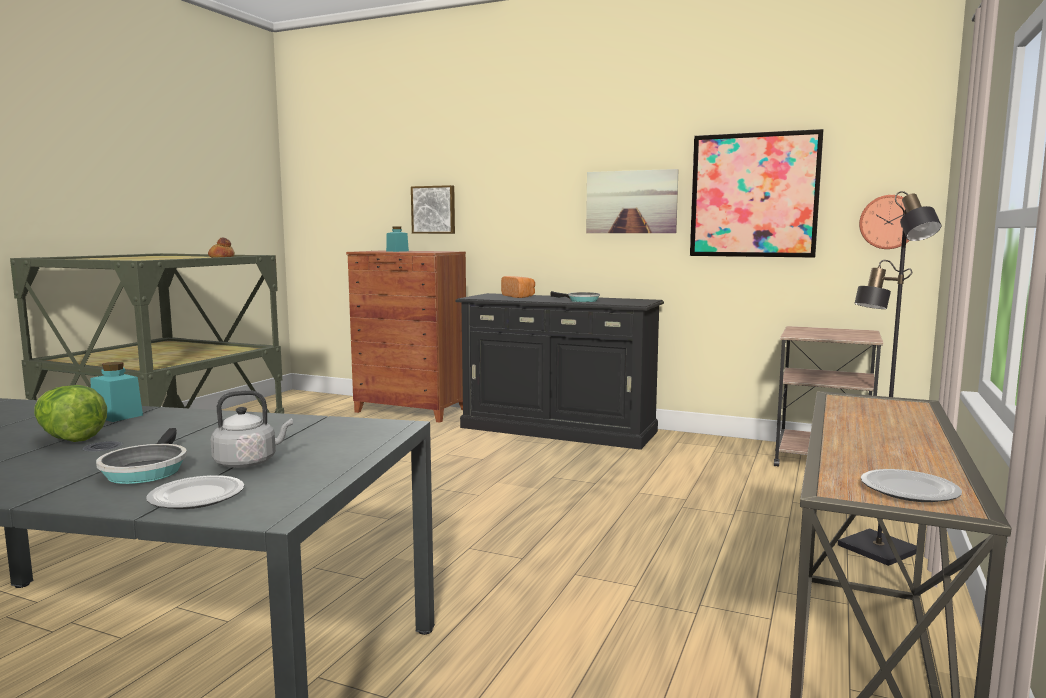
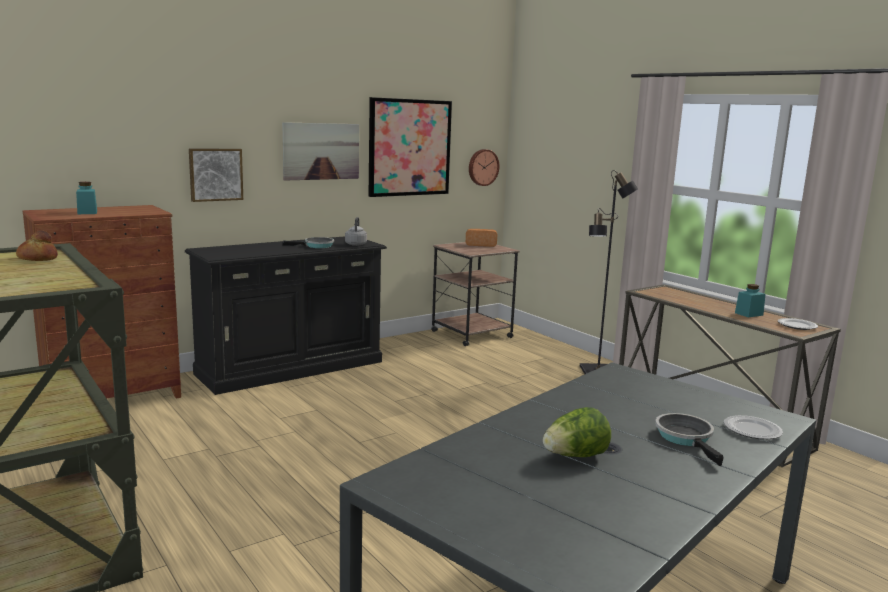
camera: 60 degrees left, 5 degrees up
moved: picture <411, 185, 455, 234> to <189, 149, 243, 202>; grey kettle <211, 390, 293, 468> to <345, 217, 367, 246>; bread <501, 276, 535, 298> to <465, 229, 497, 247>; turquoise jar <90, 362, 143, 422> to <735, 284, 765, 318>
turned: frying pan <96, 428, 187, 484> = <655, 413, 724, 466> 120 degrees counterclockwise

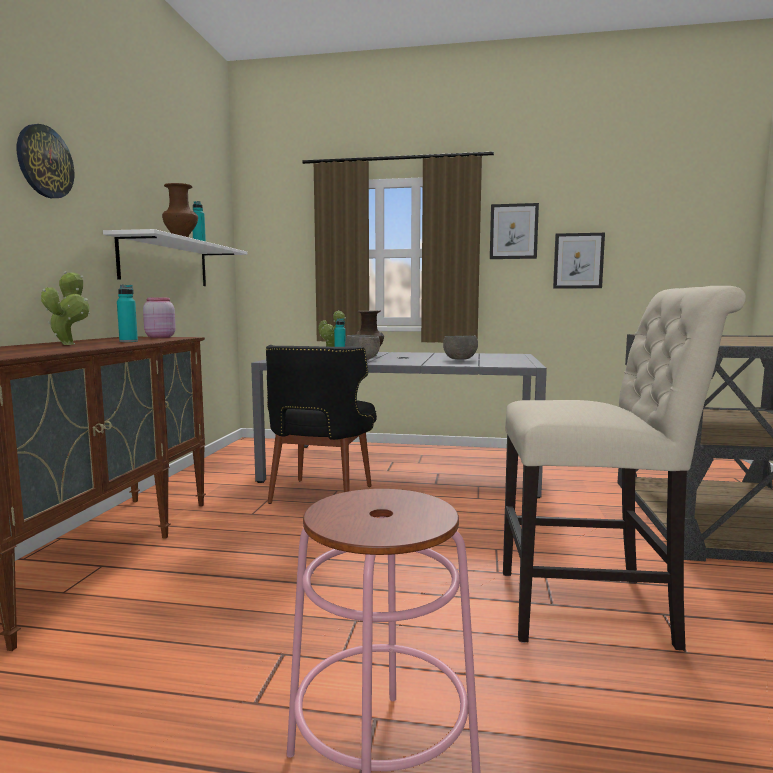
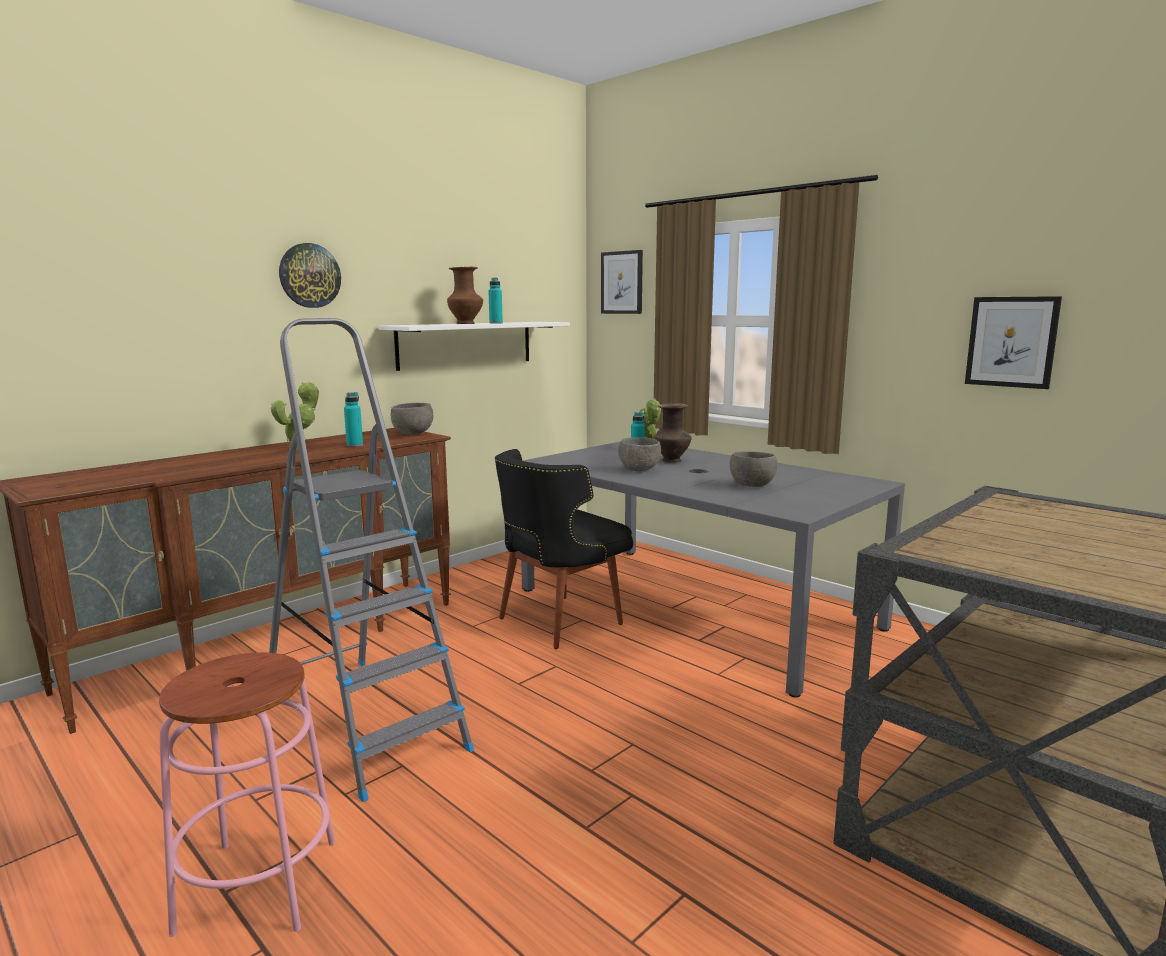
camera: 35 degrees right, 5 degrees up
removed: beige stool <503, 286, 746, 650>
added: grey step ladder <269, 318, 474, 802>
moved: picture <490, 203, 539, 259> to <601, 250, 643, 314>
replaced: pink jar <143, 297, 176, 338> to grey bowl <391, 403, 433, 435>

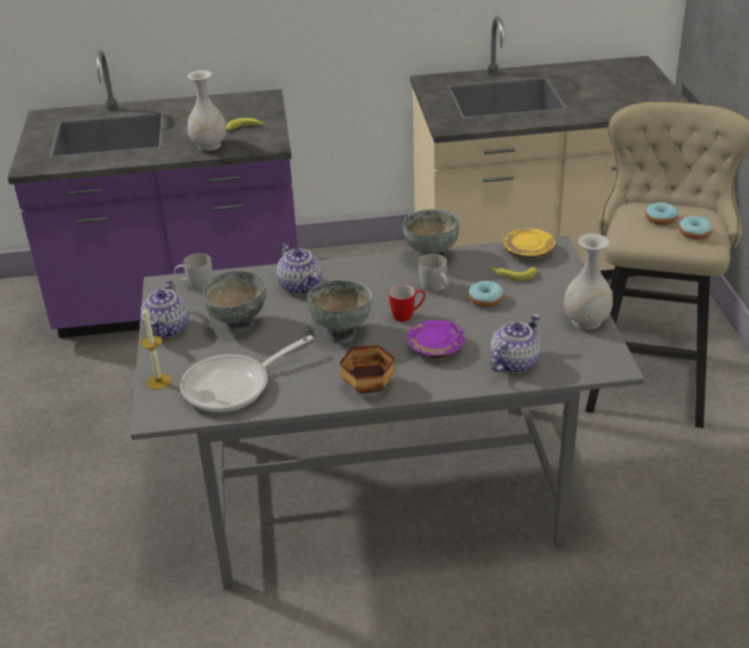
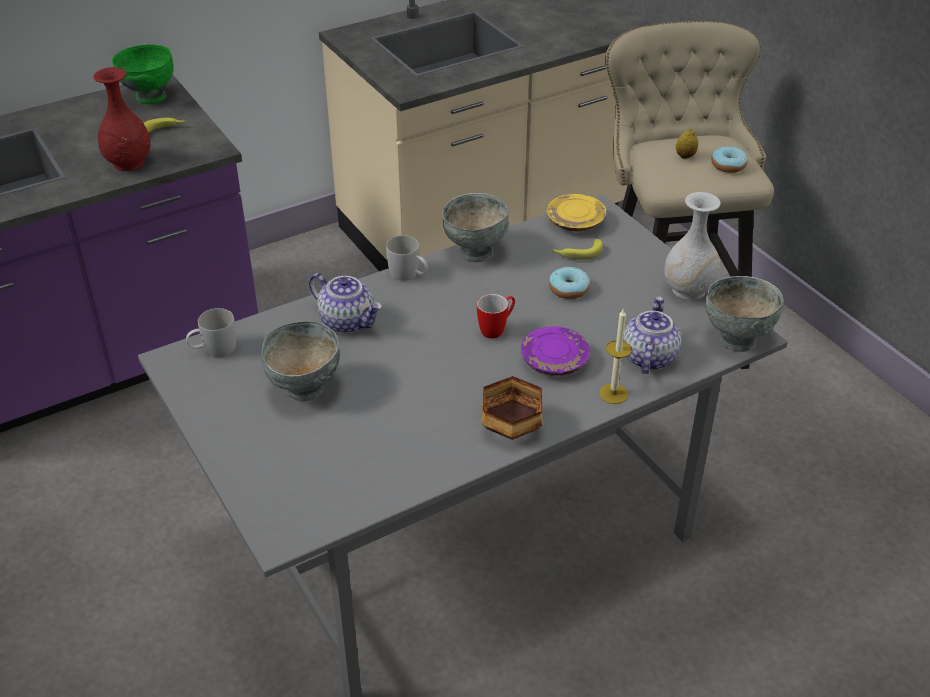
camera: 25 degrees left, 5 degrees up
removed: teapot <141, 281, 189, 338>; frying pan <180, 335, 314, 413>
added: green bowl <112, 44, 174, 104>
moved: white mug <419, 254, 448, 292> to <386, 235, 428, 281>; candle <141, 306, 171, 390> to <599, 308, 632, 404>; grey bowl <307, 280, 372, 343> to <705, 276, 783, 352>
replaced: donut <645, 202, 678, 225> to lemon <676, 129, 698, 159>
recoloured: white vase <187, 70, 227, 151> to red vase <93, 67, 151, 171>

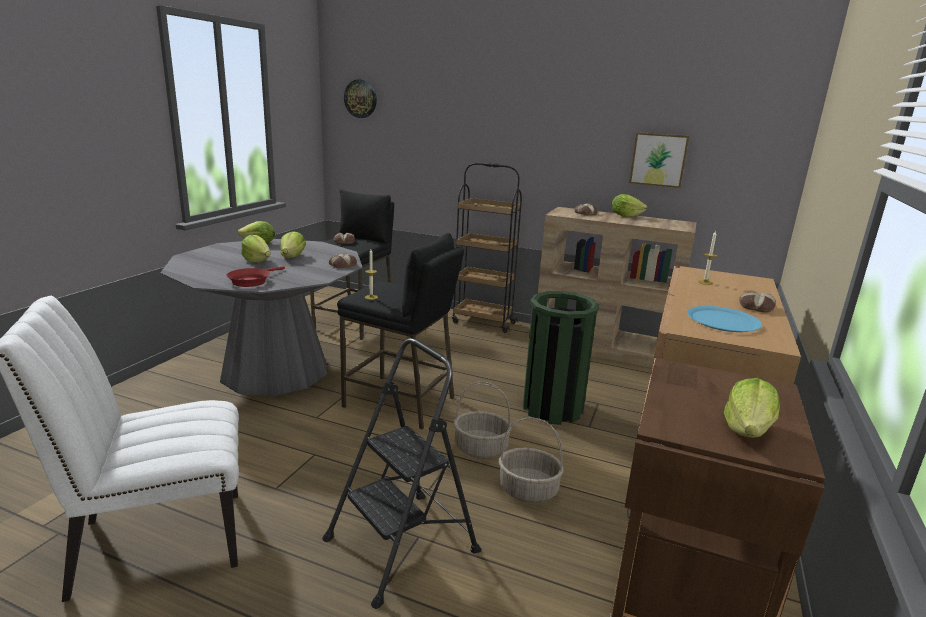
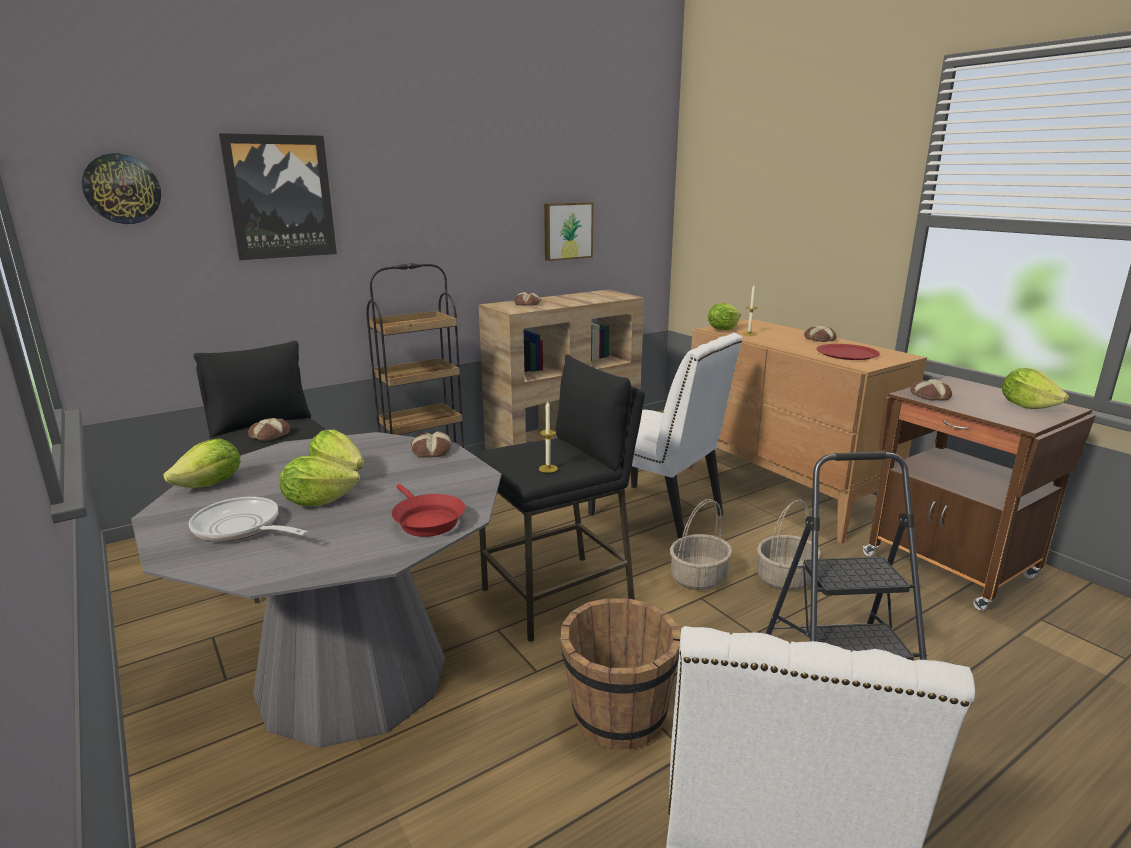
camera: 55 degrees left, 0 degrees up
added: frying pan <189, 497, 308, 542>; picture <219, 133, 337, 260>; brown bucket <560, 598, 681, 749>; bread <910, 379, 952, 401>
moved: lettuce <611, 194, 647, 217> to <708, 303, 741, 330>
replaced: green trash can <523, 291, 599, 425> to white chair <588, 332, 743, 539>
recoloured: blue plate <687, 306, 762, 332> to red plate <816, 344, 880, 360>

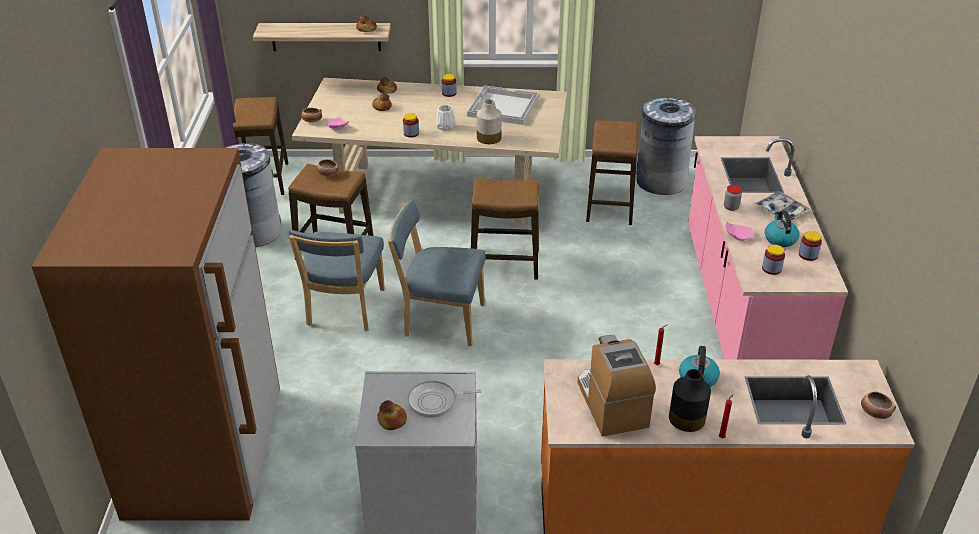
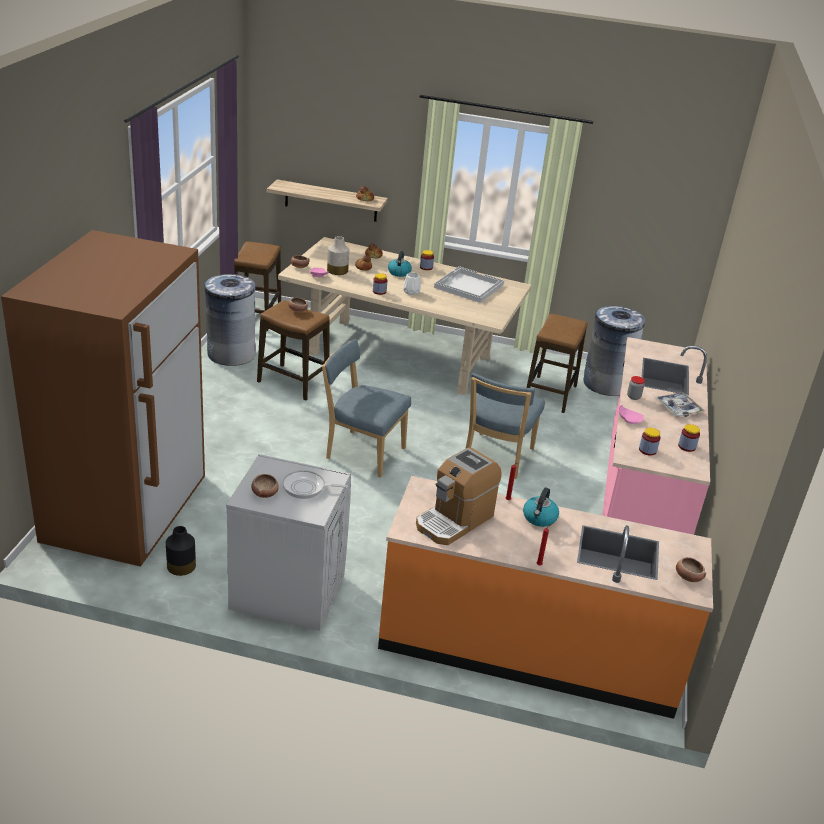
camera: 10 degrees right, 5 degrees down
removed: stool <471, 178, 539, 280>
moved: black vase <669, 369, 711, 432> to <166, 526, 196, 576>; beige vase <477, 99, 502, 144> to <327, 236, 349, 275>; kettle <765, 210, 800, 247> to <388, 251, 412, 277>; blue chair <289, 230, 385, 331> to <465, 373, 545, 479>
replaced: bread <377, 400, 407, 430> to bowl <251, 474, 279, 498>
turned: coffee machine <577, 335, 656, 436> = <416, 448, 502, 545> 135 degrees counterclockwise

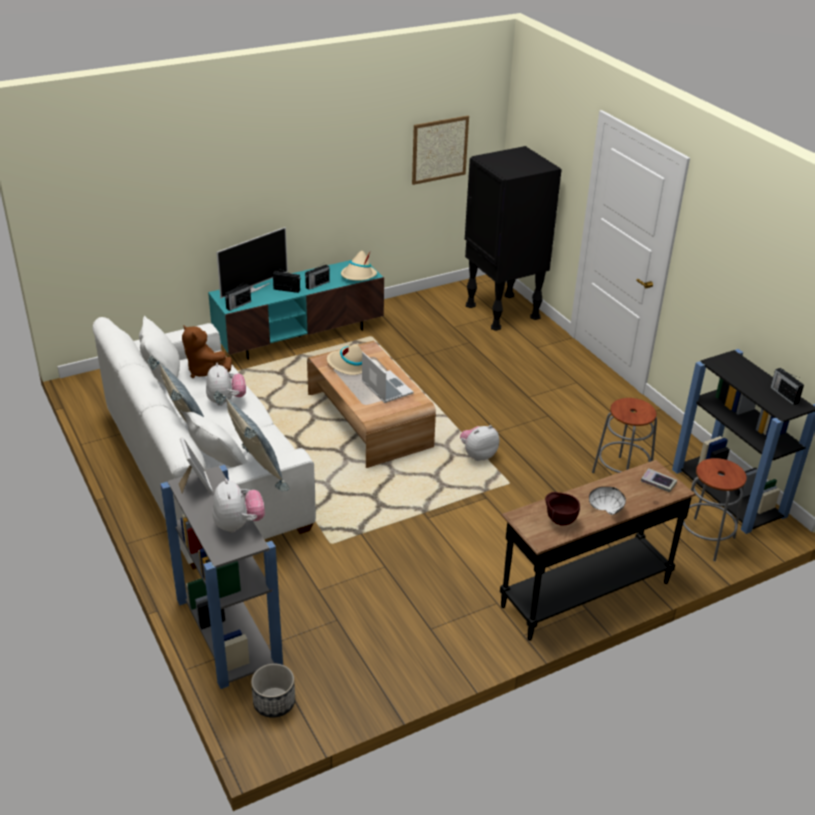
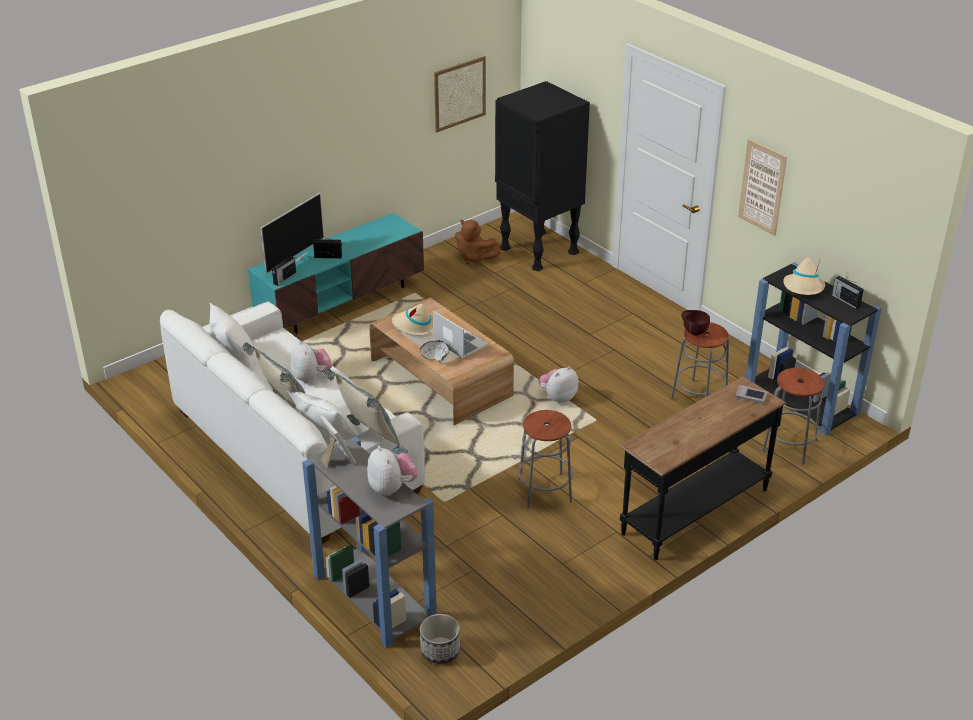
camera: 10 degrees left, 0 degrees up
removed: radio <305, 264, 330, 290>
added: grey stool <518, 410, 573, 508>; picture <738, 139, 787, 236>
moved: white bowl <589, 487, 626, 515> to <420, 340, 449, 362>; brown plush toy <182, 325, 232, 378> to <455, 220, 501, 264>; brown bowl <545, 492, 580, 525> to <681, 310, 710, 336>; beige hat <341, 251, 377, 281> to <783, 258, 825, 295>

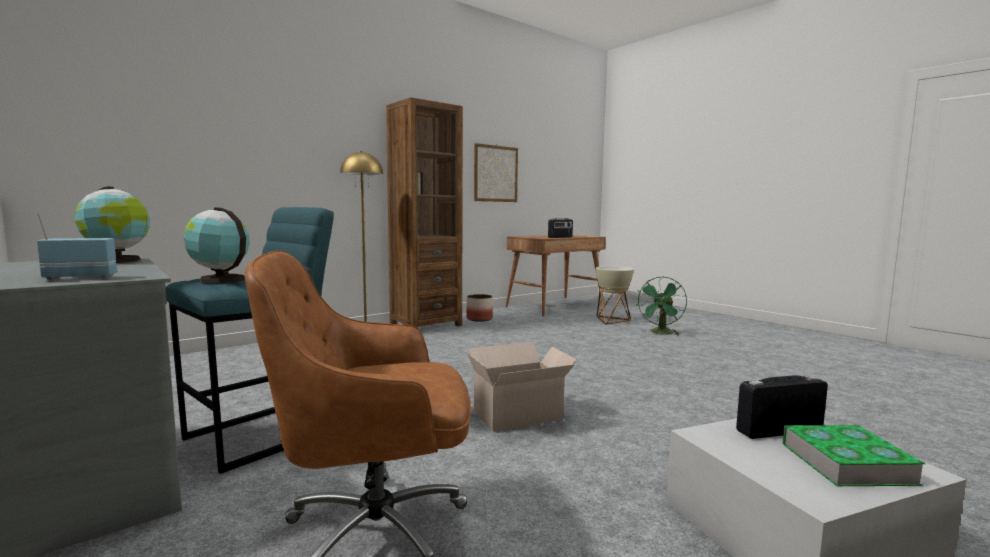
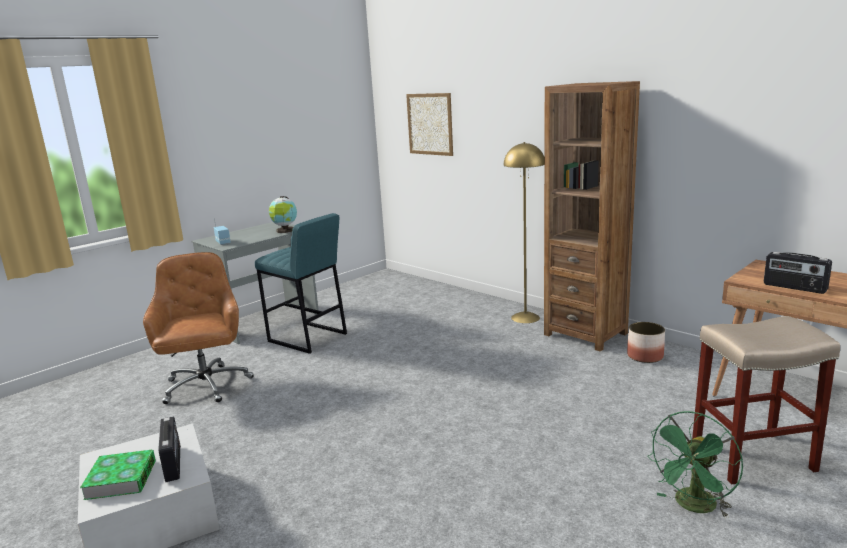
camera: 85 degrees right, 10 degrees up
removed: globe <184, 207, 250, 283>; cardboard box <467, 342, 576, 432>
moved: picture <474, 143, 518, 202> to <406, 92, 453, 156>
replaced: planter <596, 266, 634, 324> to beige stool <692, 316, 840, 484>
turned: green fan <636, 276, 687, 336> = <647, 411, 743, 518> 75 degrees counterclockwise

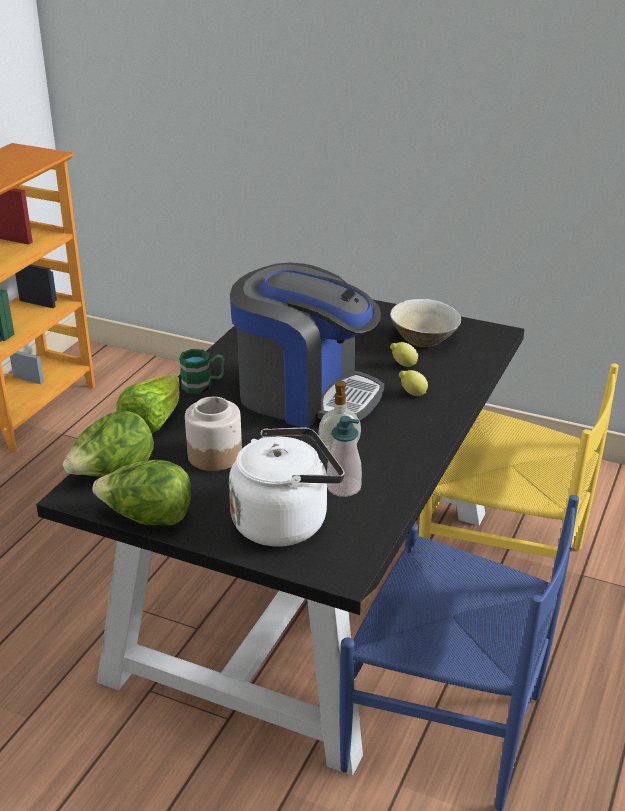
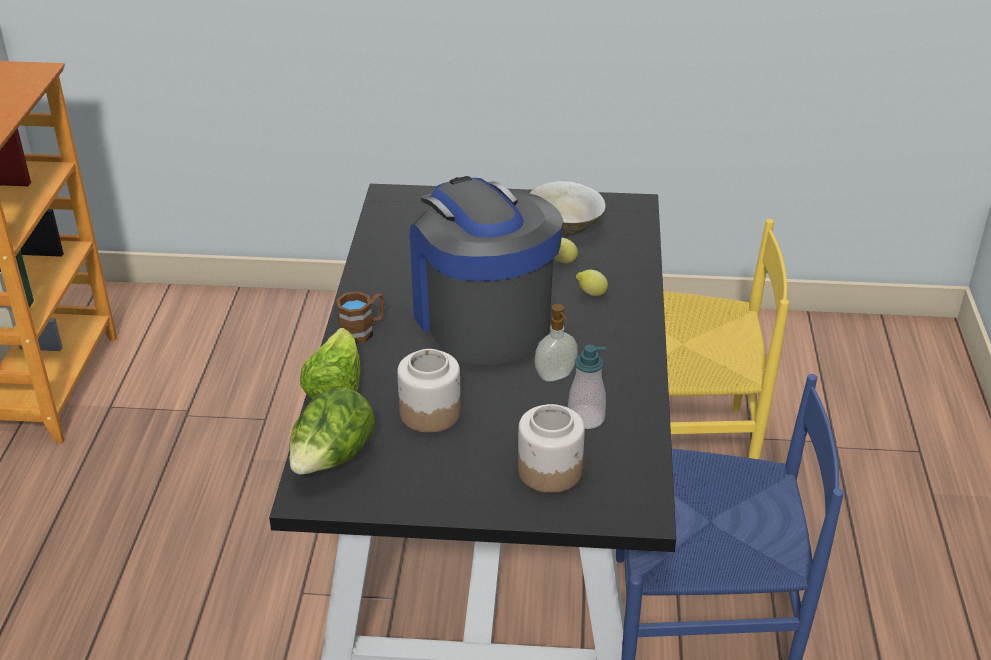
camera: 20 degrees left, 5 degrees up
removed: lettuce <92, 460, 192, 525>
replaced: white kettle <229, 428, 344, 547> to jar <518, 404, 585, 493>
recoloured: green mug <179, 349, 224, 394> to brown mug <336, 291, 384, 344>
turned: coffee machine <230, 262, 384, 428> = <410, 176, 563, 365> 120 degrees counterclockwise

